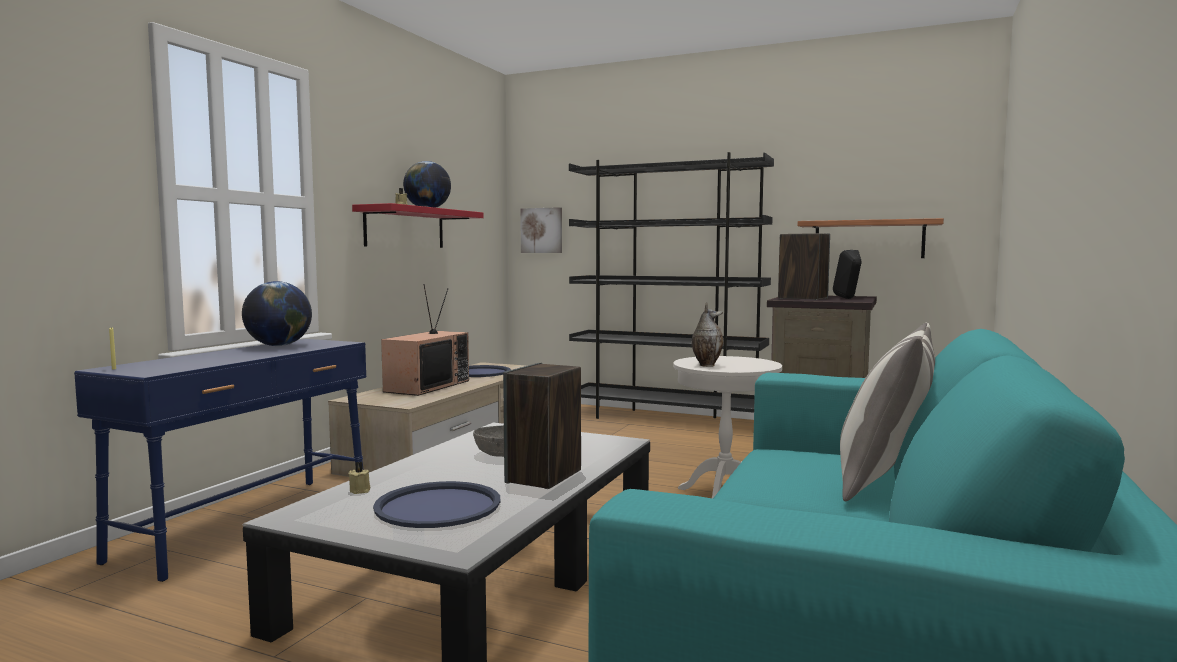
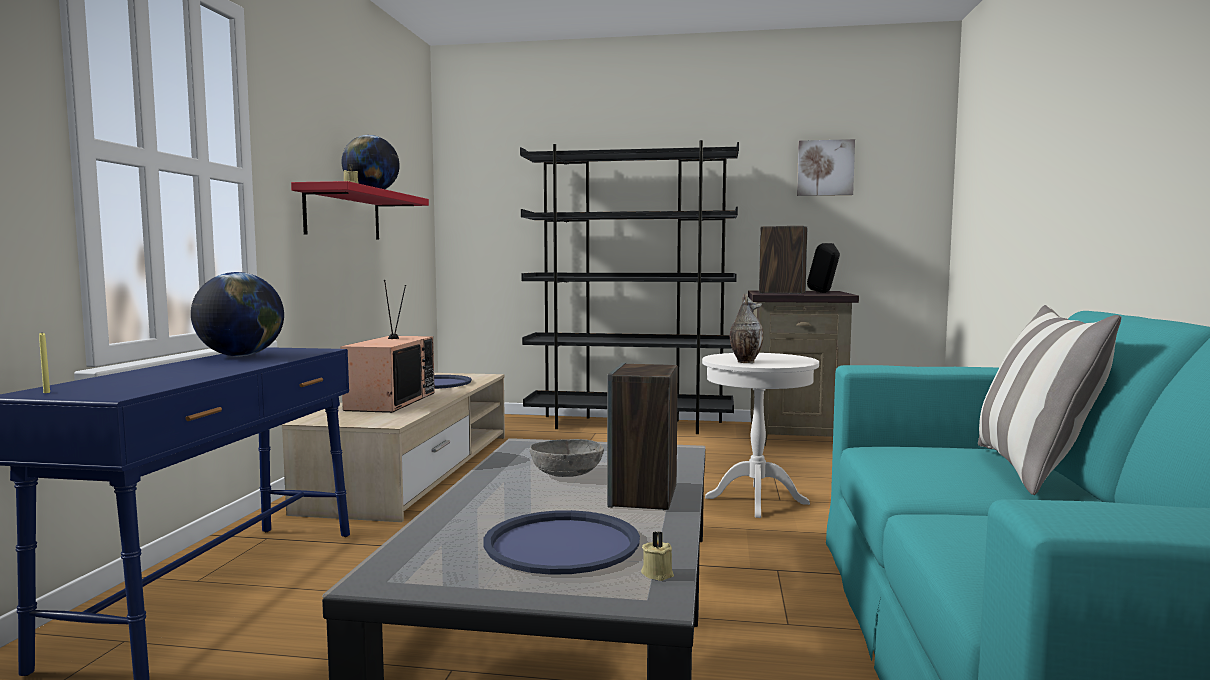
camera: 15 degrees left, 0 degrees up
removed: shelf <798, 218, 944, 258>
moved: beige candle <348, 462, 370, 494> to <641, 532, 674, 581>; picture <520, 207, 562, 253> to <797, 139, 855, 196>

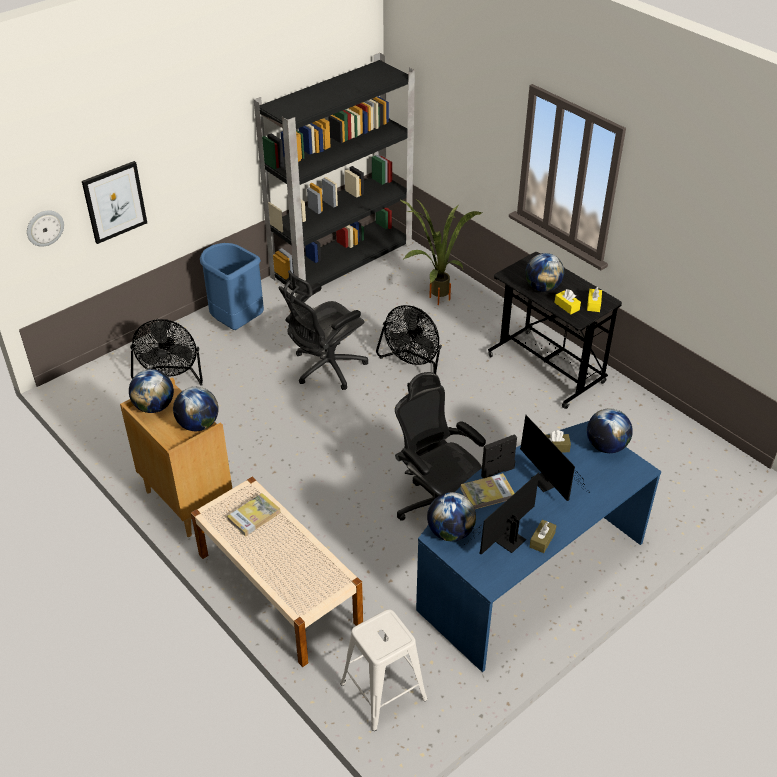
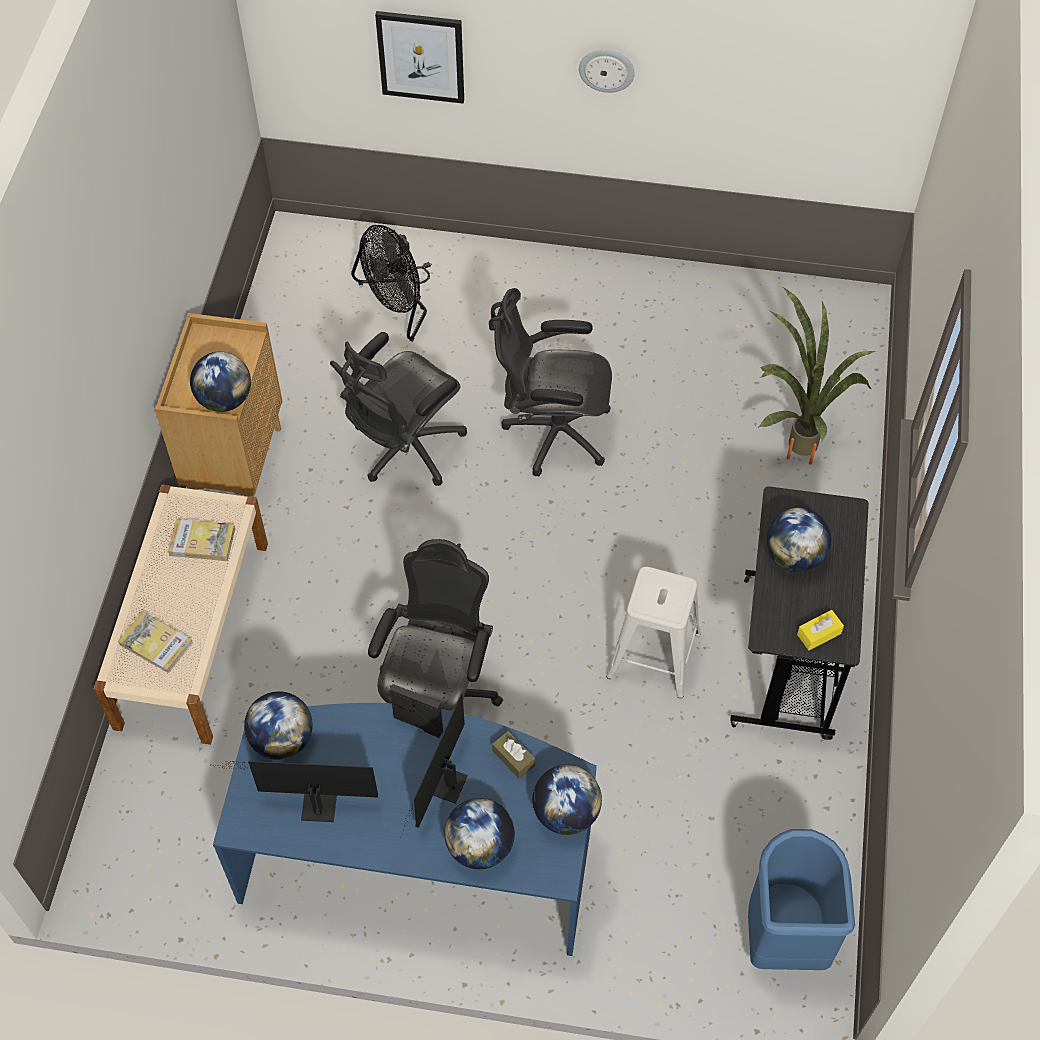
camera: 50 degrees right, 15 degrees up
removed: black bookcase <254, 53, 415, 296>; black fan <376, 305, 442, 374>; brown tissue box <529, 520, 557, 553>; yellow tissue box <555, 289, 581, 314>
added: office chair <330, 332, 467, 486>
moved: book <461, 473, 515, 509> to <118, 611, 193, 674>; globe <129, 369, 174, 413> to <444, 798, 515, 869>; wall clock <27, 210, 64, 247> to <579, 50, 635, 93>; white stool <340, 609, 428, 731> to <606, 567, 701, 698>; blue trash can <200, 243, 264, 330> to <748, 829, 855, 970>

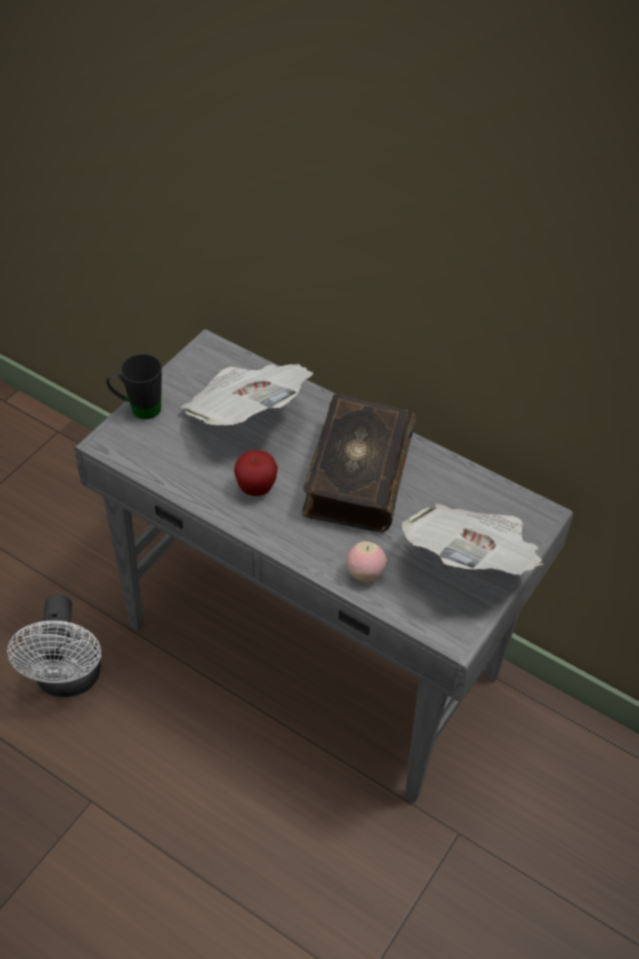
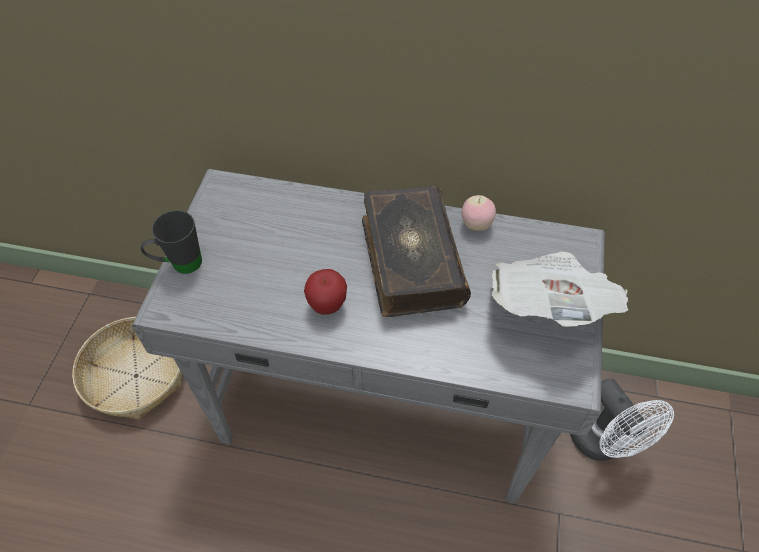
camera: 20 degrees left, 5 degrees up
removed: newspaper <180, 364, 313, 425>
added: basket <72, 317, 182, 420>
moved: apple <346, 541, 387, 583> to <462, 195, 496, 231>; white fan <7, 595, 101, 697> to <570, 379, 674, 461>

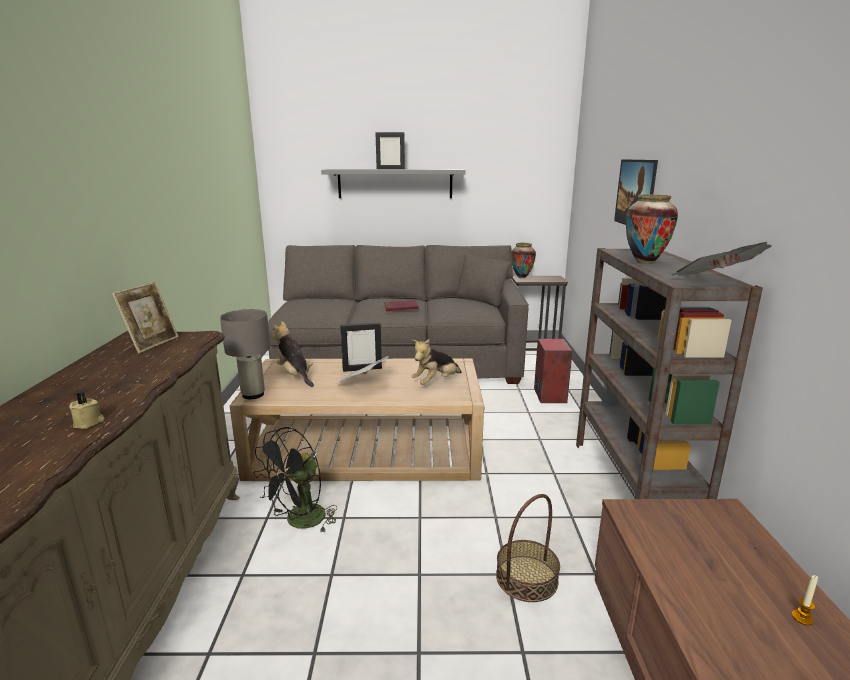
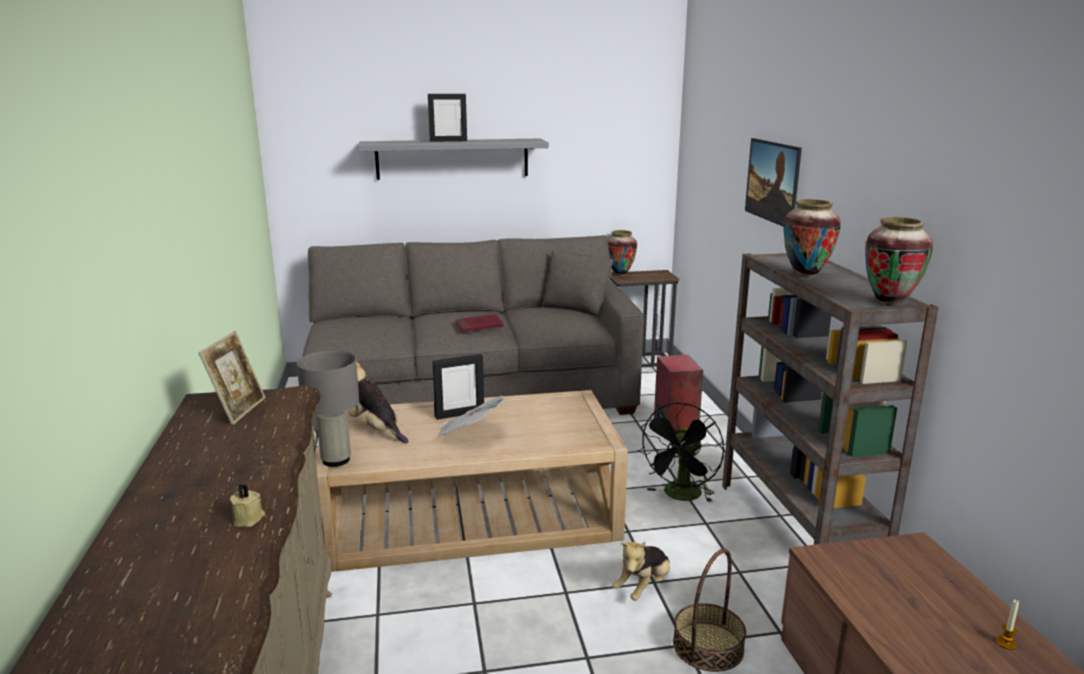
camera: 10 degrees left, 0 degrees up
moved: plush toy <411, 339, 462, 385> to <613, 541, 670, 601>; black fan <253, 427, 337, 534> to <638, 402, 724, 502>
replaced: newspaper <671, 242, 772, 276> to vase <865, 217, 933, 306>

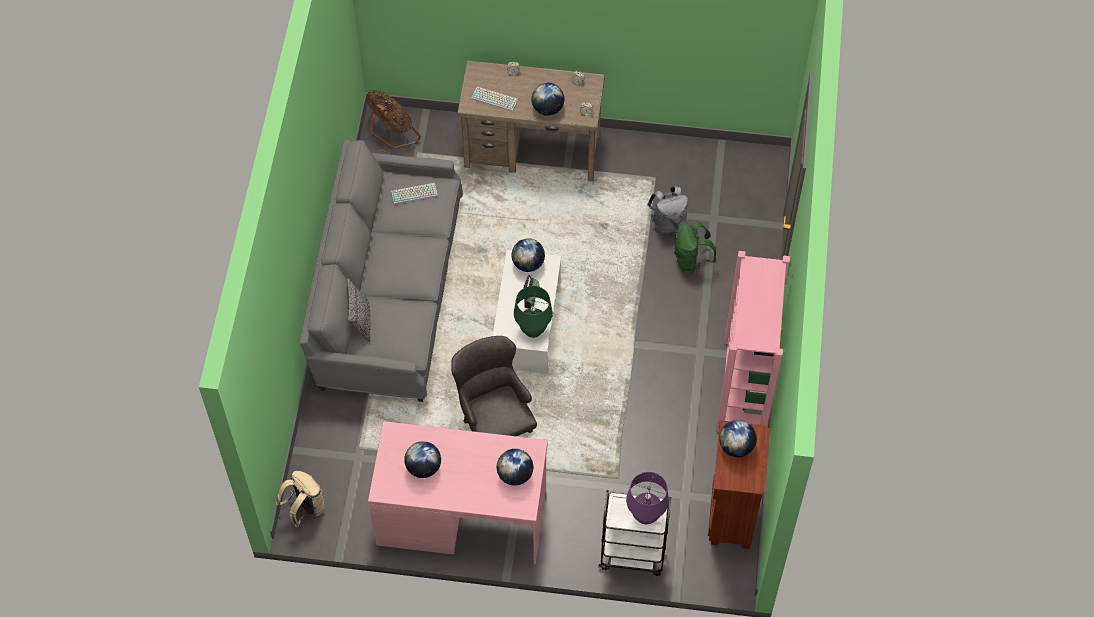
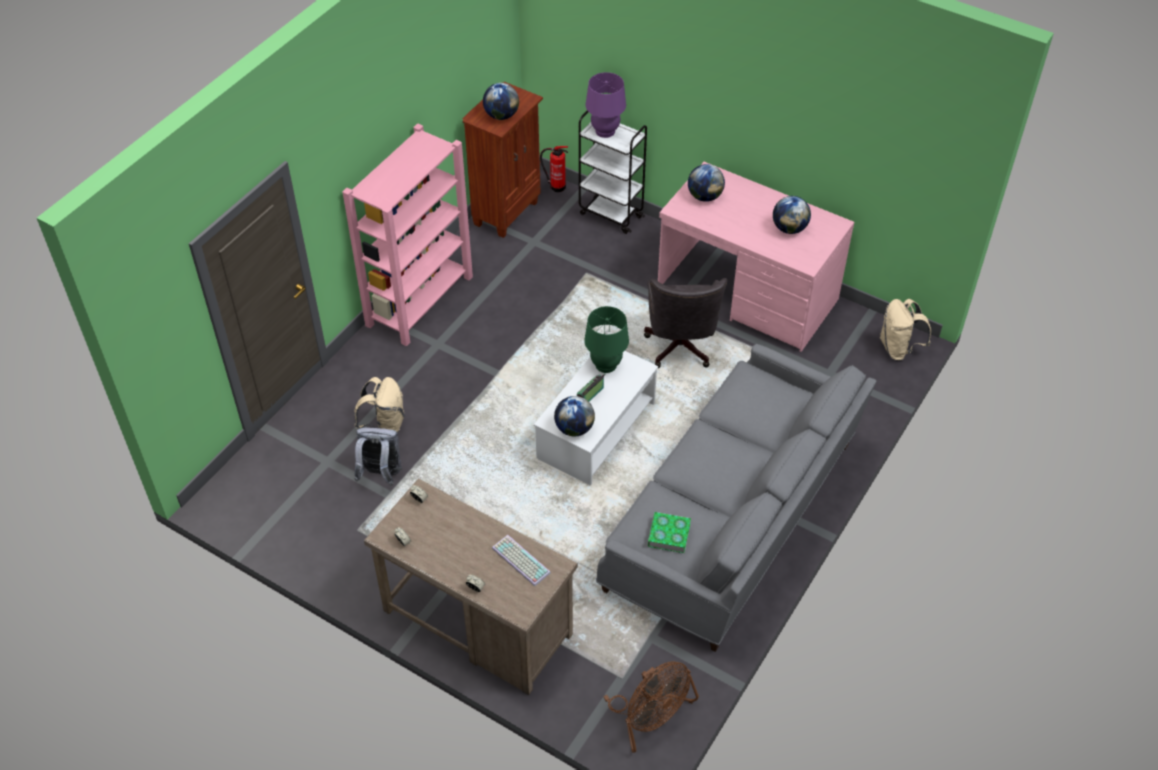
camera: 155 degrees left, 10 degrees down
removed: grey pillow <347, 279, 370, 342>; globe <532, 83, 564, 116>
added: fire extinguisher <540, 146, 568, 192>
replaced: keyboard <391, 183, 438, 205> to book <648, 512, 691, 553>
recoloured: green backpack <674, 223, 716, 274> to beige backpack <354, 377, 405, 433>
turned: brown fan <366, 90, 421, 155> = <603, 662, 699, 753> 105 degrees counterclockwise

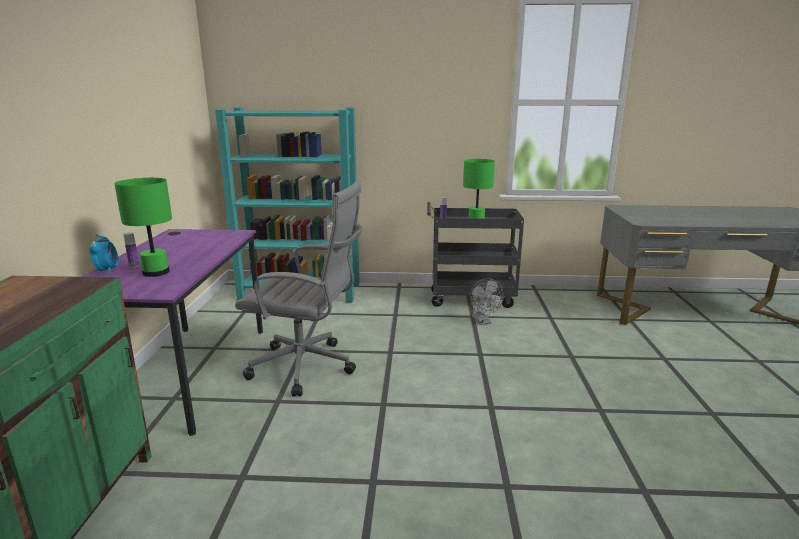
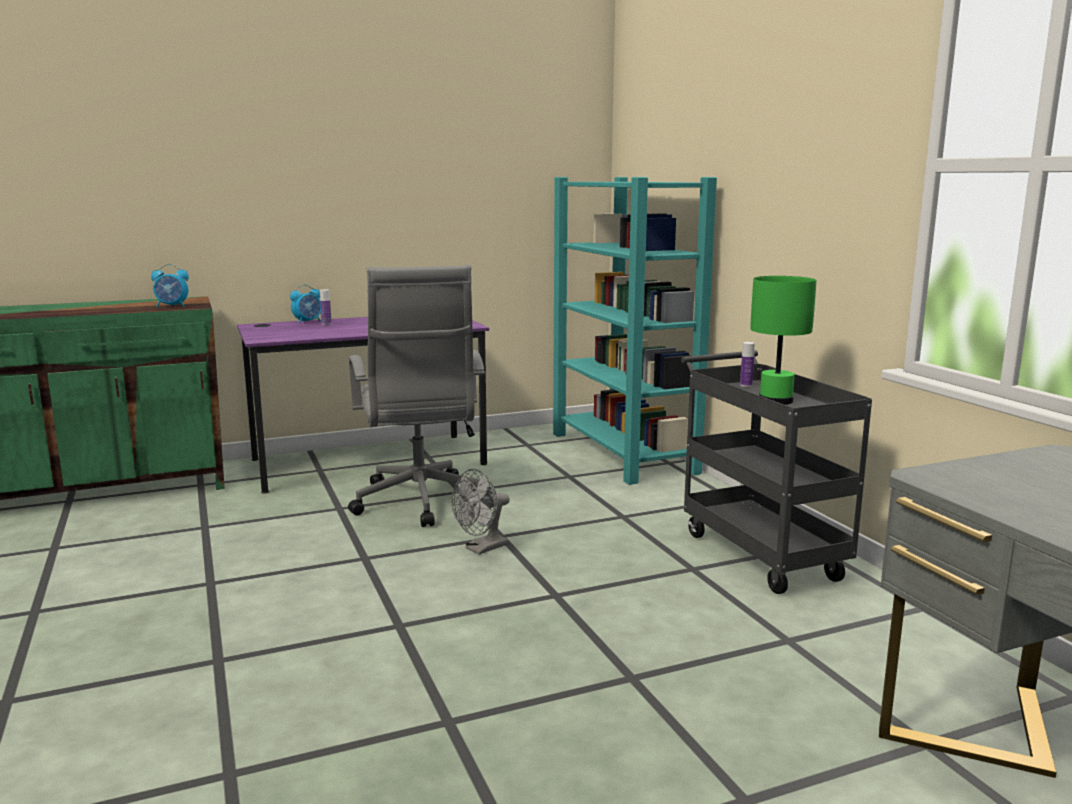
camera: 65 degrees right, 5 degrees down
removed: green table lamp <114, 178, 172, 277>
added: alarm clock <151, 264, 189, 308>
moved: grey fan <469, 278, 504, 325> to <452, 469, 510, 555>

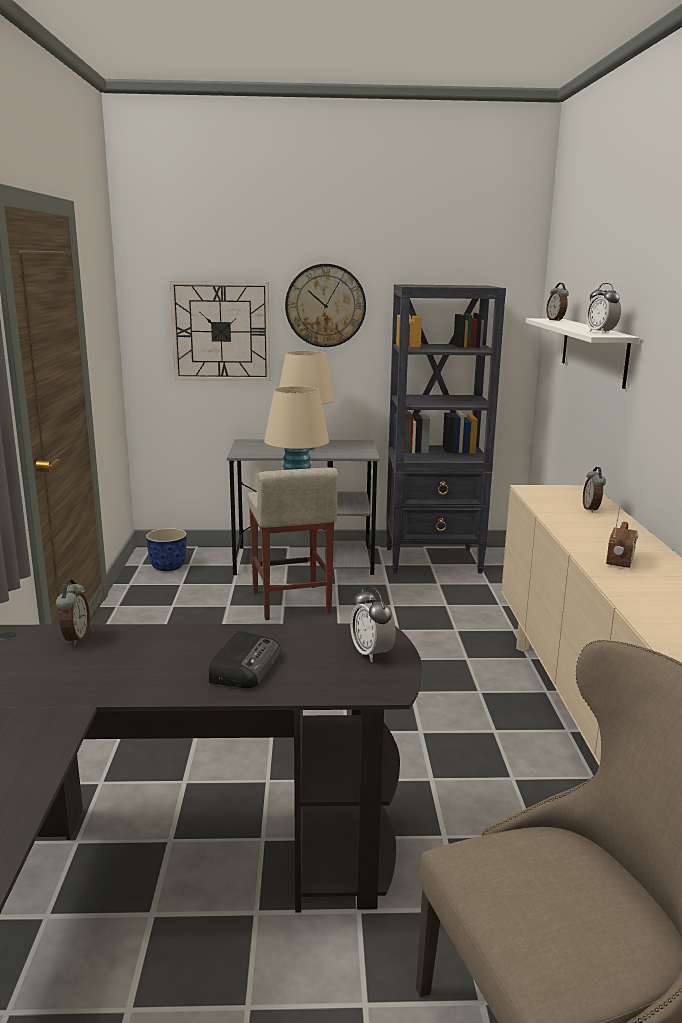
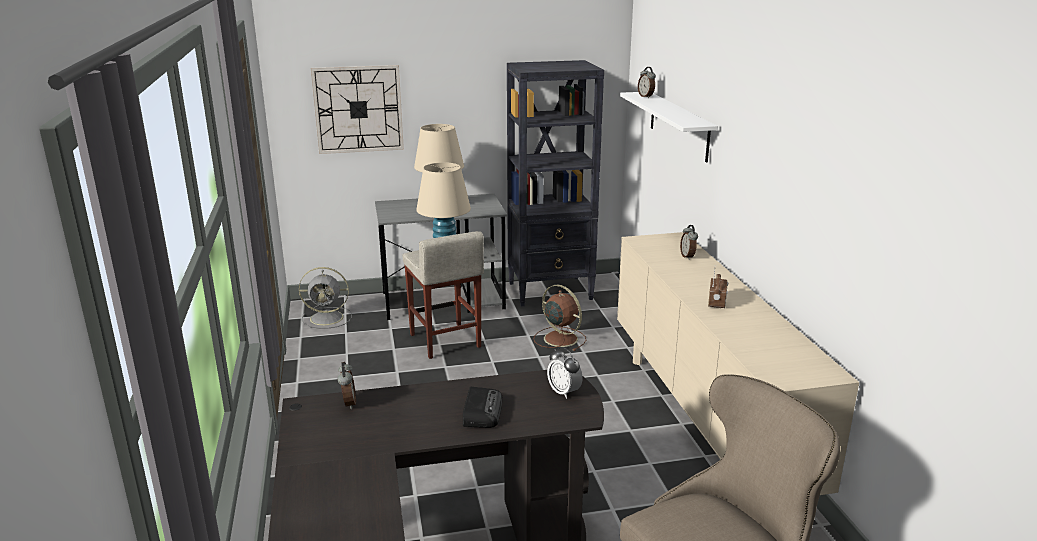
camera: 10 degrees left, 5 degrees up
removed: wall clock <285, 264, 366, 347>; alarm clock <586, 283, 621, 334>
added: brown fan <533, 285, 586, 351>
replaced: planter <146, 528, 187, 572> to grey fan <299, 267, 352, 329>

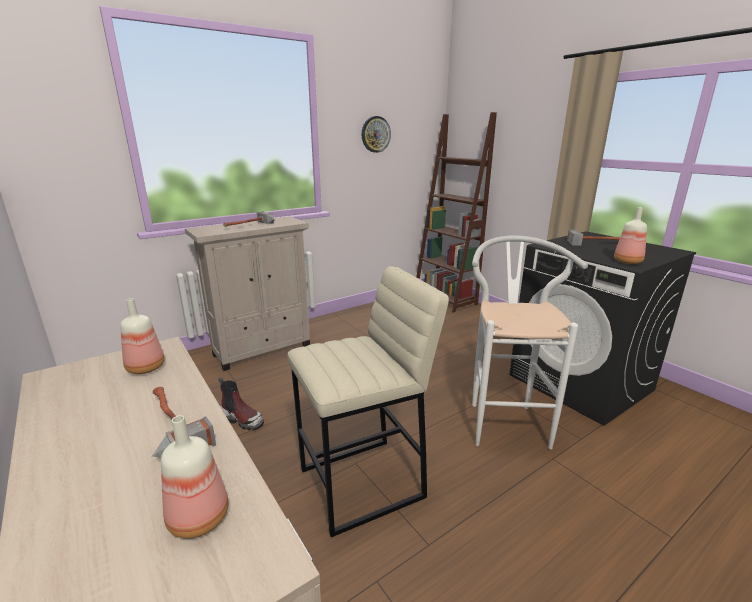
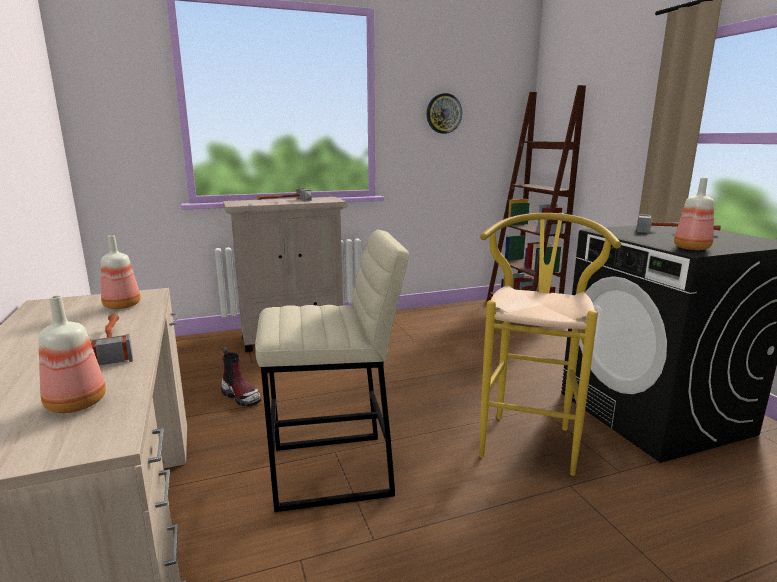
camera: 15 degrees right, 5 degrees down
recoloured: white stool <472, 235, 588, 450> to yellow stool <480, 213, 621, 476>

